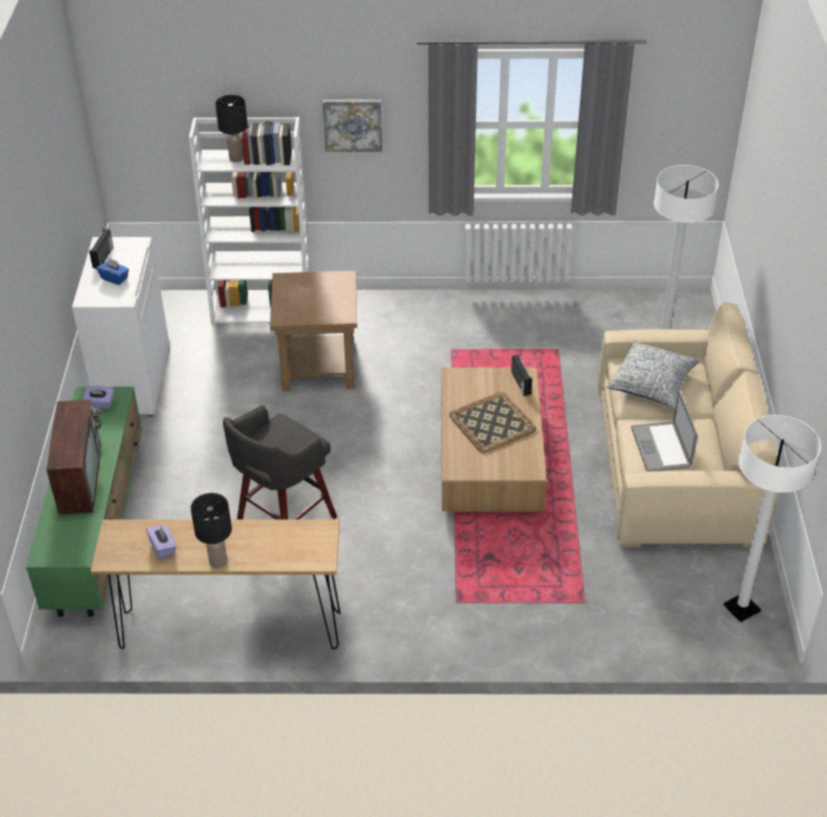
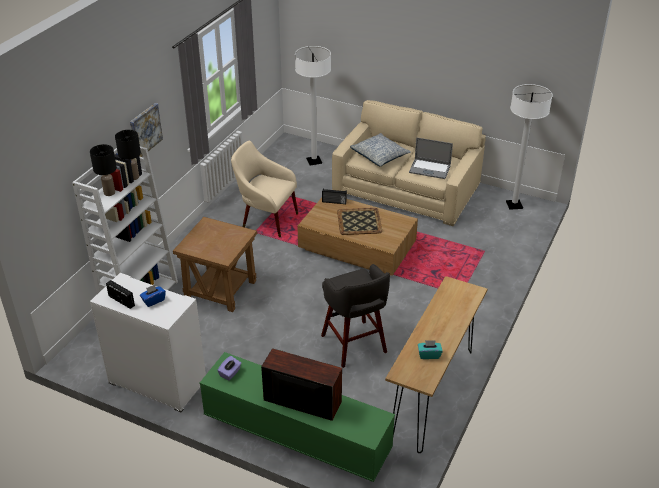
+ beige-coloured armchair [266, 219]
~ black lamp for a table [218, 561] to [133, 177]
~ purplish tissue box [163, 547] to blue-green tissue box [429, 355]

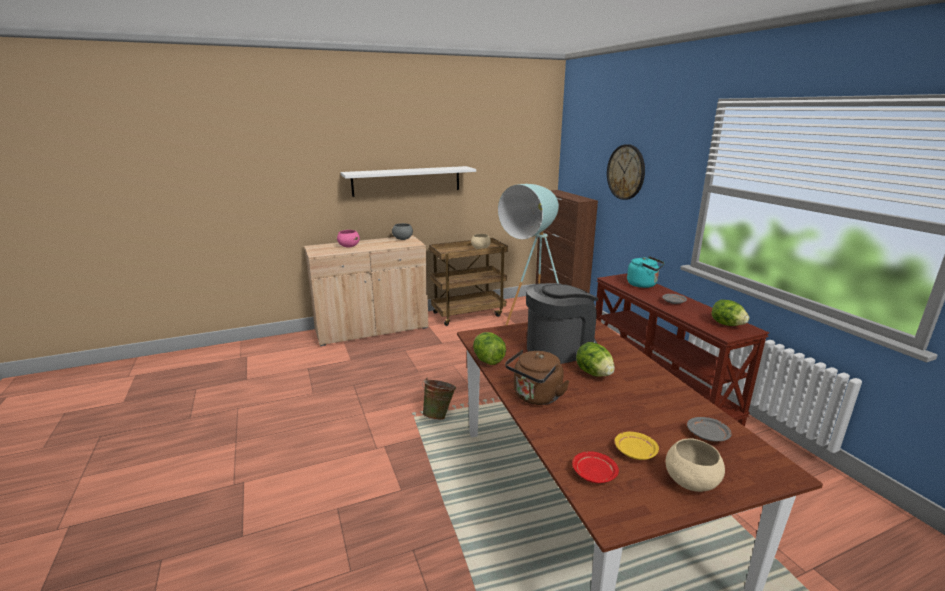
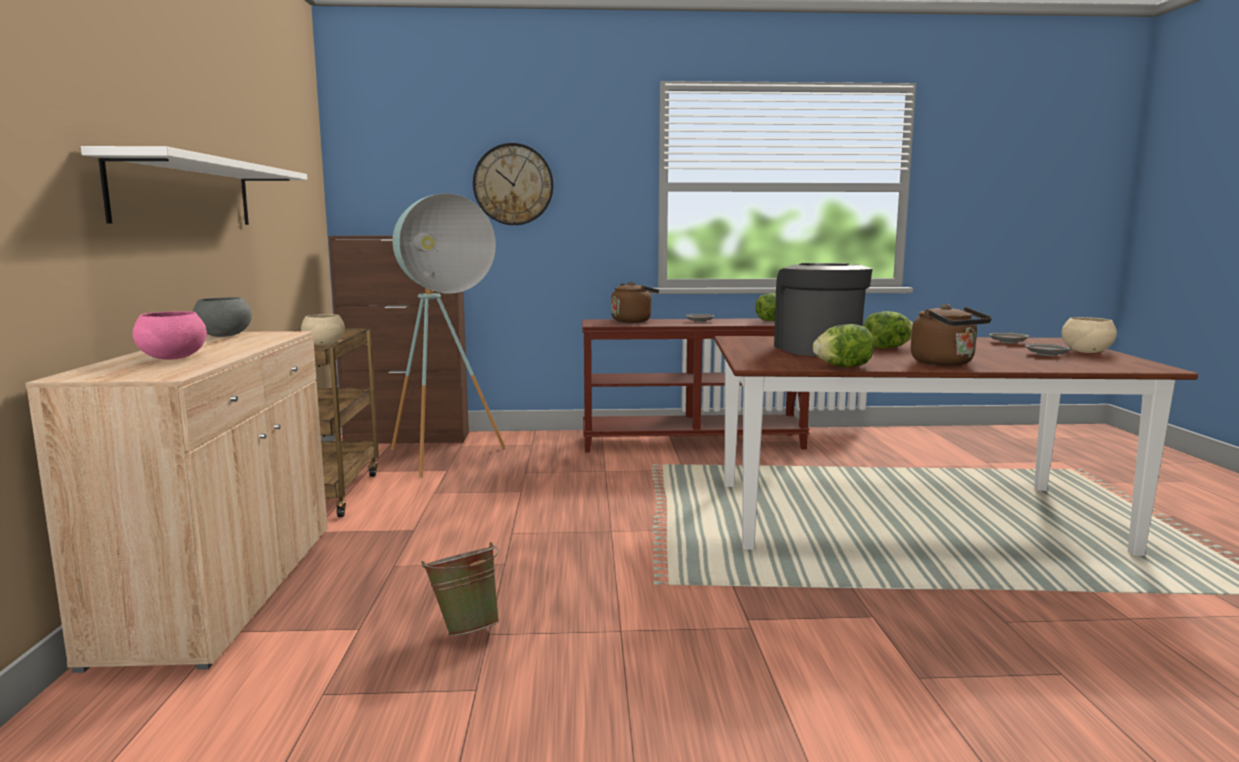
- reddish dinner plate [593, 473]
~ green-coloured pail [439, 415] to [465, 628]
~ yellow dinner plate [634, 452] to gray dinner plate [1046, 355]
~ blue-green water kettle [643, 285] to brown-coloured water kettle [633, 321]

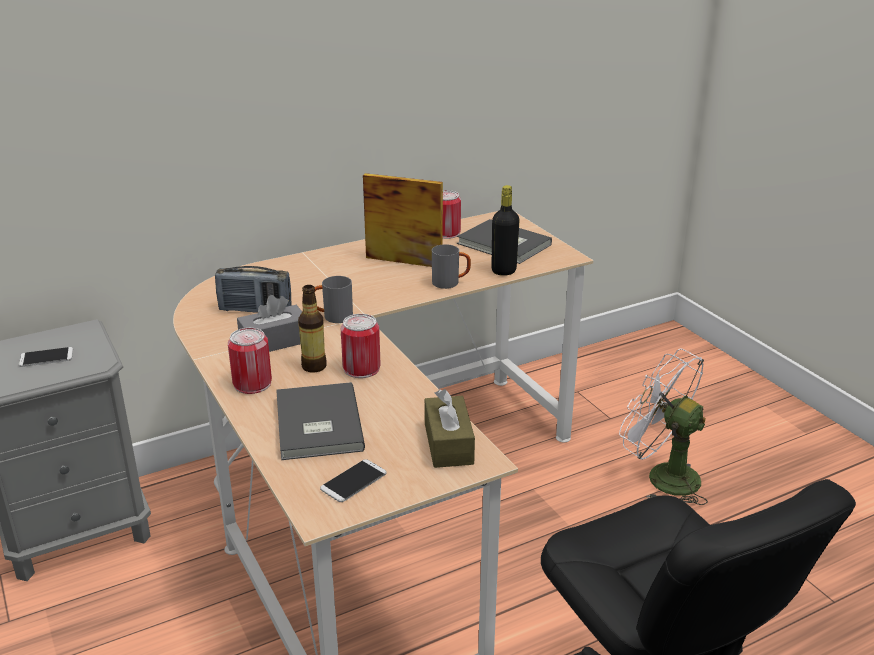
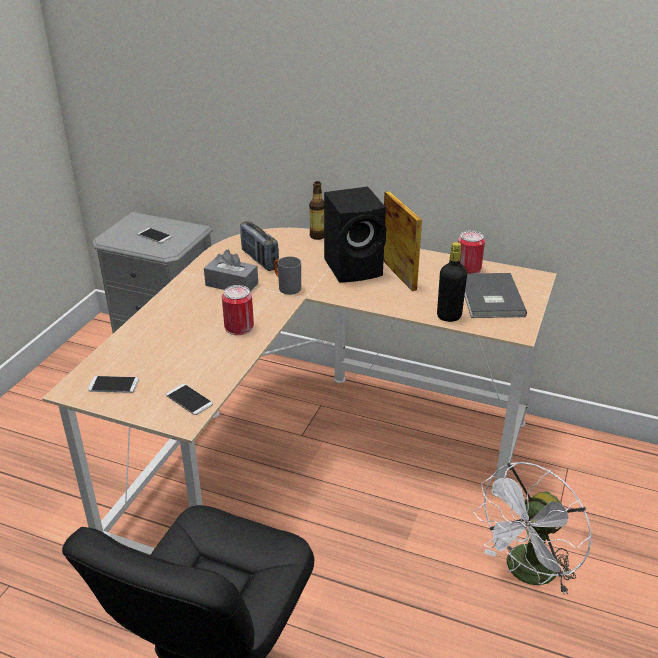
- sealed can [252, 383]
- gray volume [316, 425]
- gray tea mug [451, 283]
+ black speaker [355, 267]
~ bottle [314, 366] to [317, 236]
~ brown-coloured tissue box [448, 444] to telephone [189, 400]
~ white electric fan [662, 476] = [527, 574] 135 degrees counterclockwise

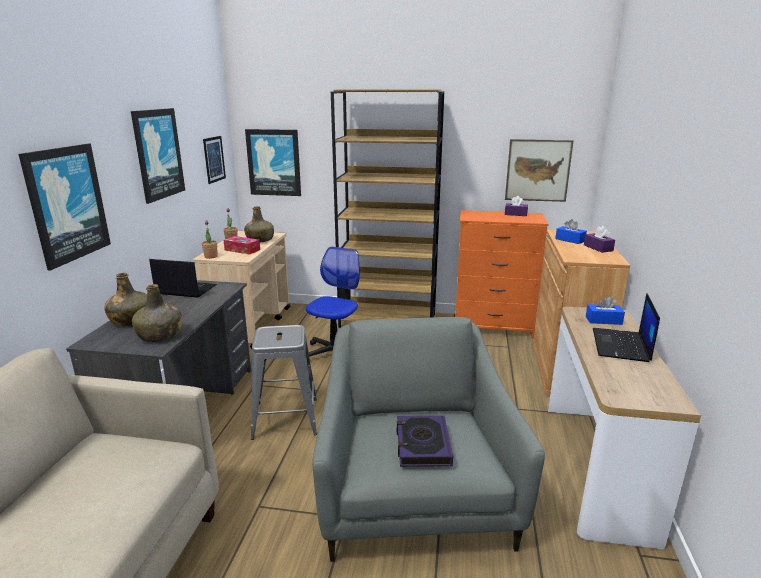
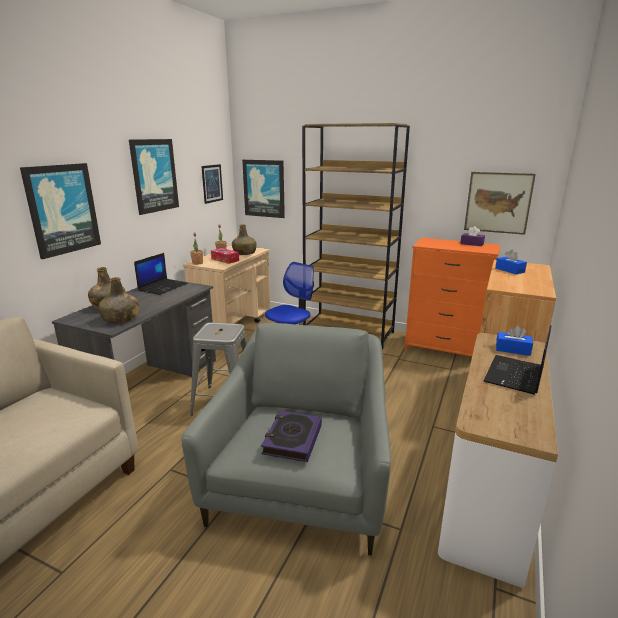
- purplish tissue box [598, 248]
~ notebook computer [185, 290] = [163, 287] 90 degrees clockwise

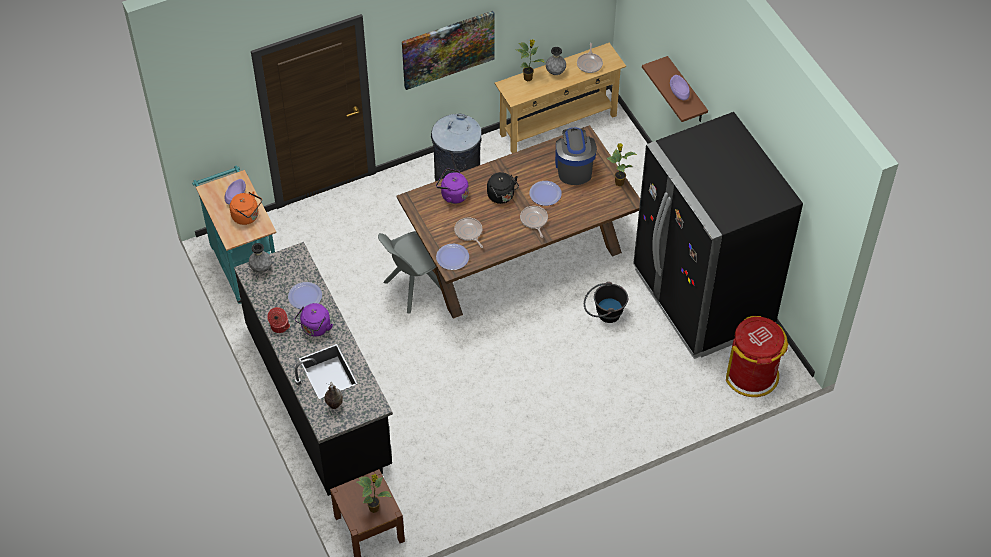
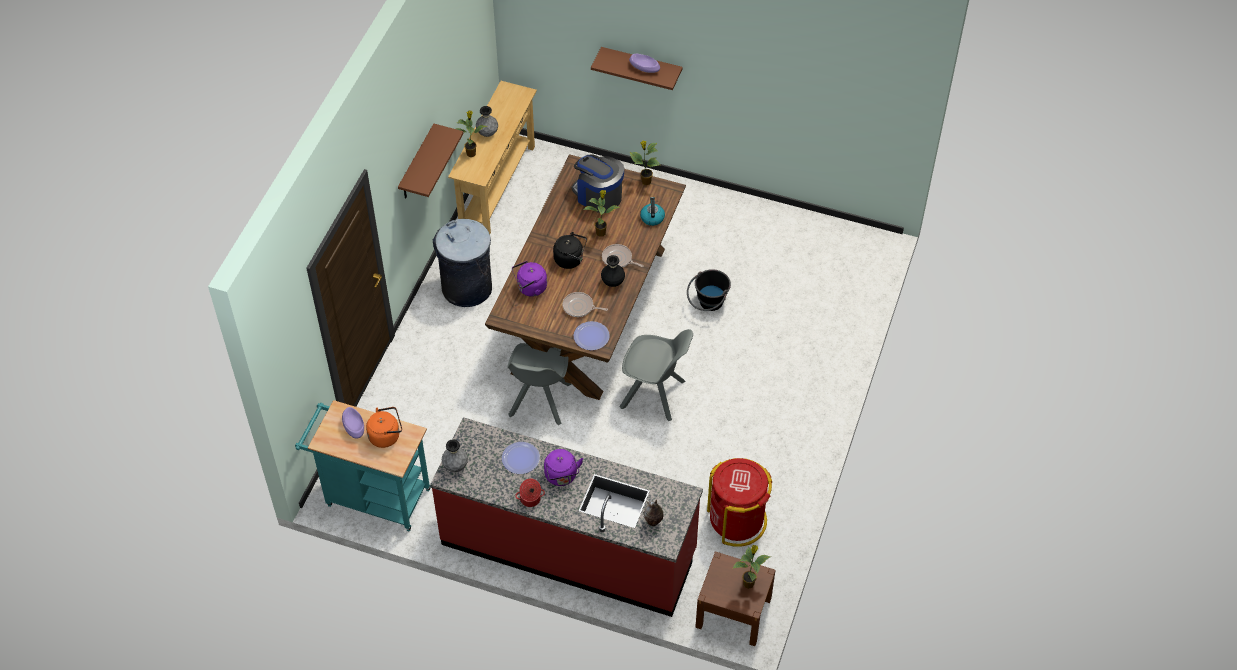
- skillet [590, 63]
- black kitchen fridge [702, 299]
+ black flower vase [613, 282]
+ gray chair [654, 395]
+ water kettle [652, 217]
~ reddish trash can [752, 375] to [737, 520]
~ picture [448, 49] to brown-coloured shelf [417, 164]
~ dinner plate [545, 194] to potted plant [601, 232]
~ black kitchen base unit [319, 396] to reddish kitchen base unit [569, 547]

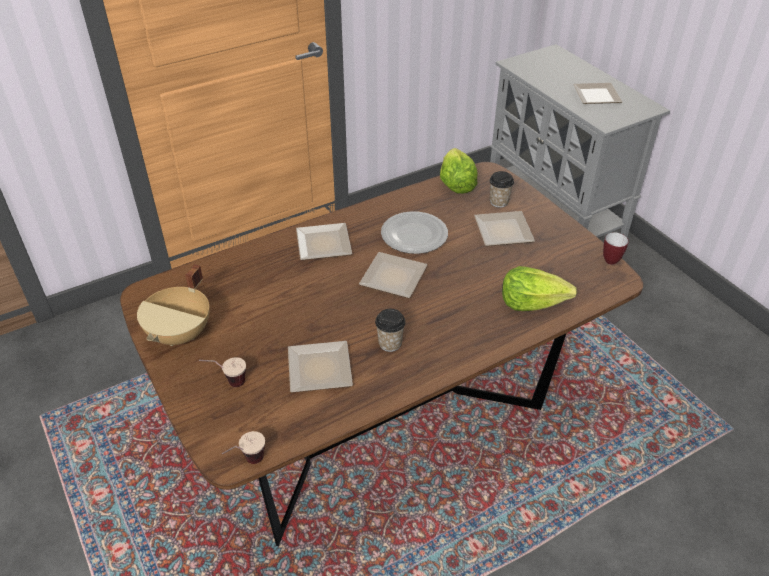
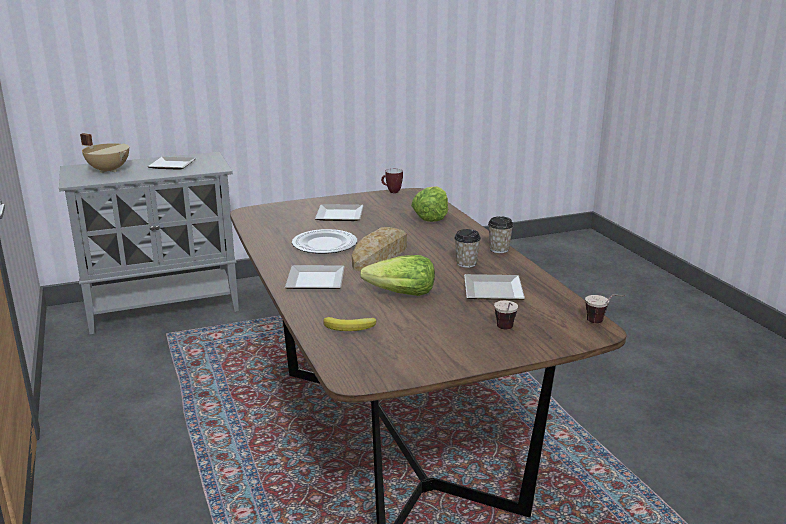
+ banana [351, 327]
~ beige-coloured stockpot [181, 334] to [109, 170]
~ lettuce [456, 183] to [401, 294]
~ cup [499, 202] to [499, 249]
~ dinner plate [396, 277] to baked bread [381, 255]

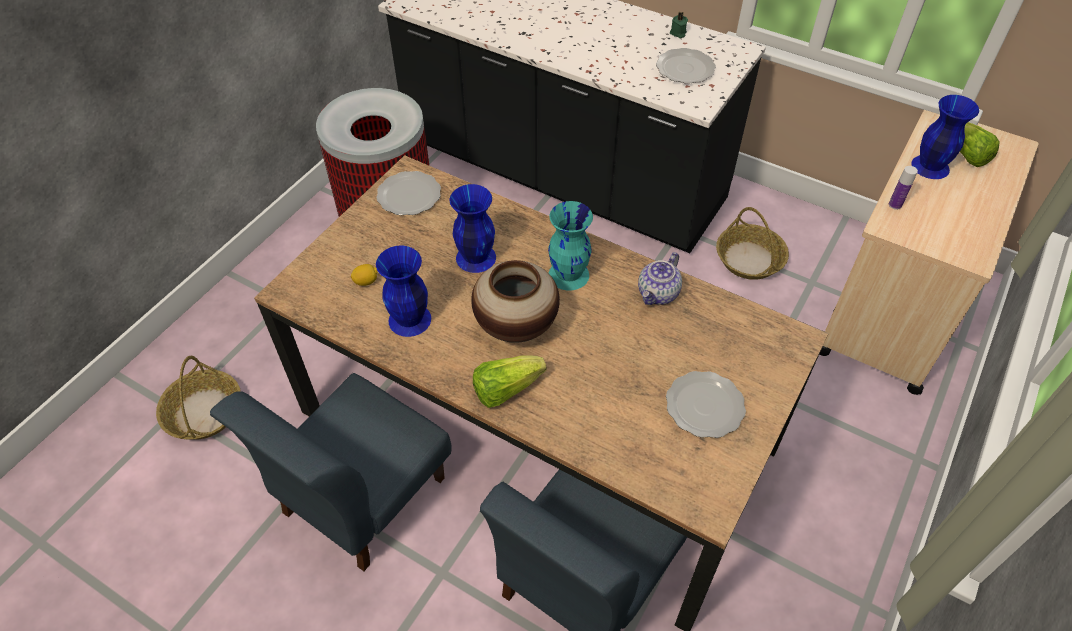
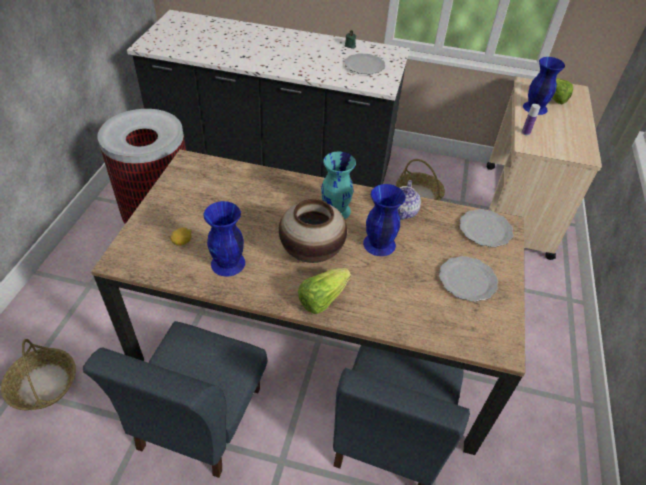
~ dinner plate [409, 195] to [485, 229]
~ blue-coloured flower vase [475, 257] to [378, 244]

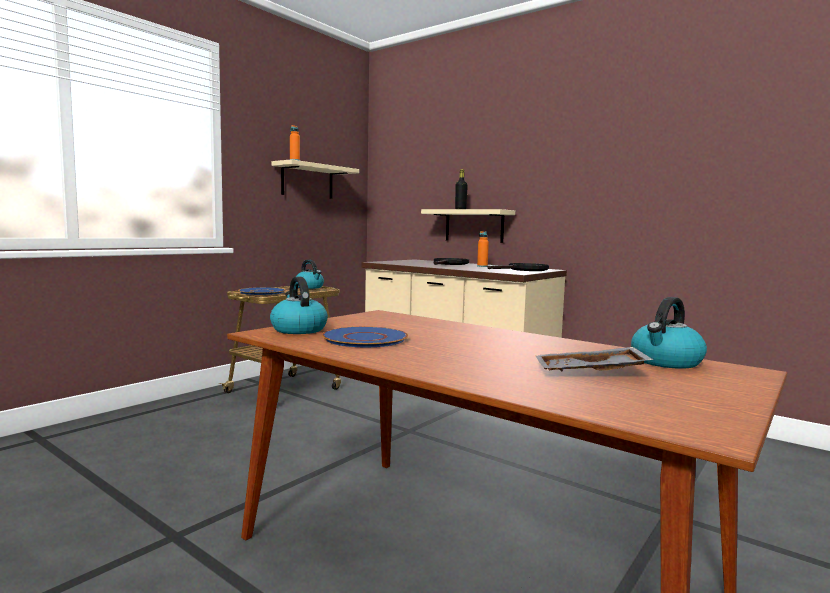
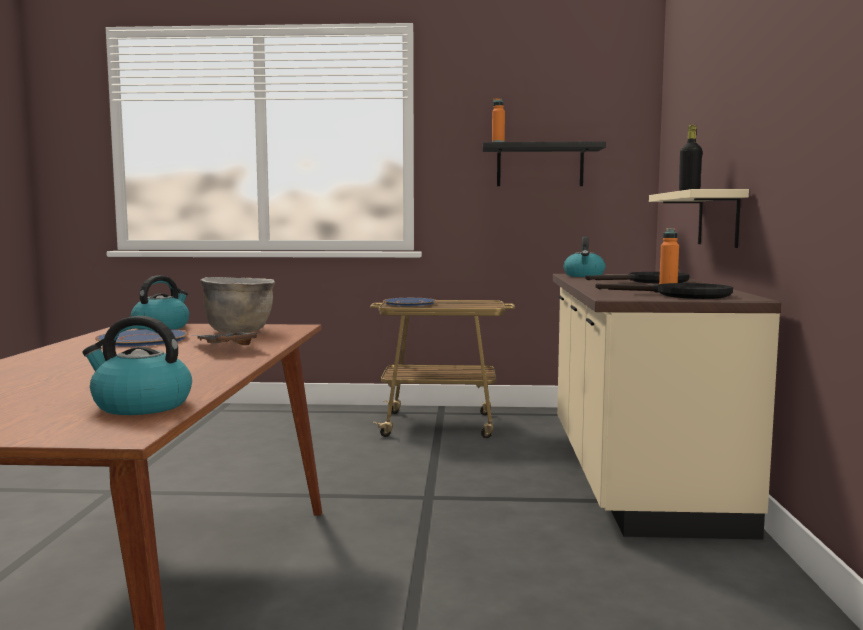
+ brown-coloured stockpot [239, 331]
~ water kettle [309, 287] to [584, 276]
~ gray tray [590, 373] to [224, 347]
~ beige-coloured shelf [307, 181] to black shelf [540, 166]

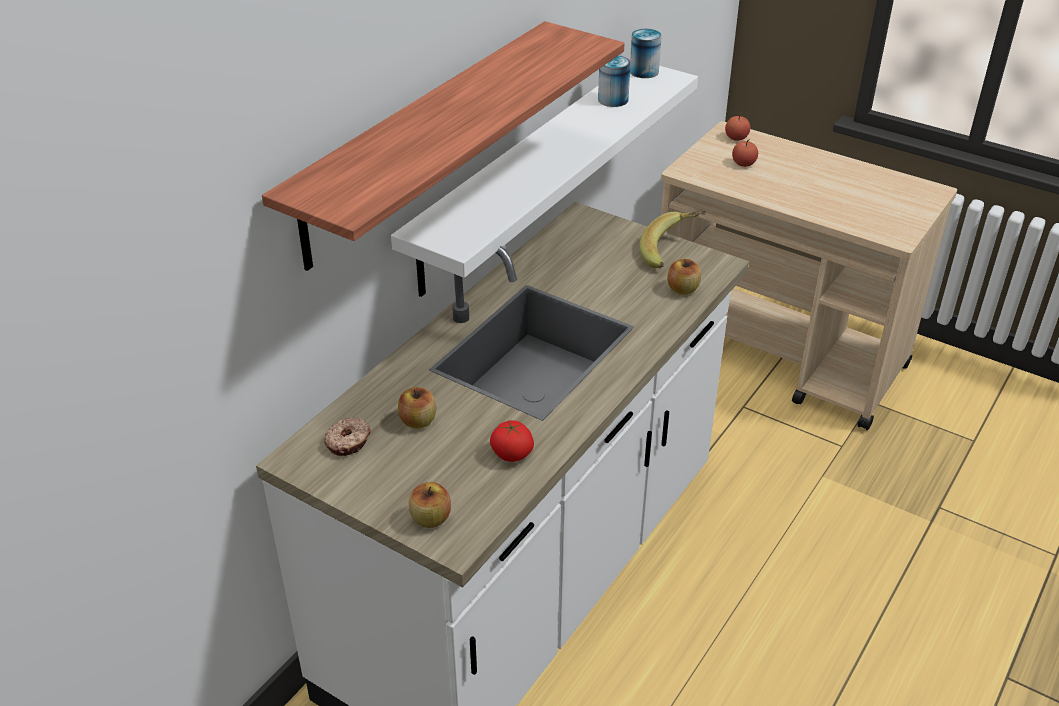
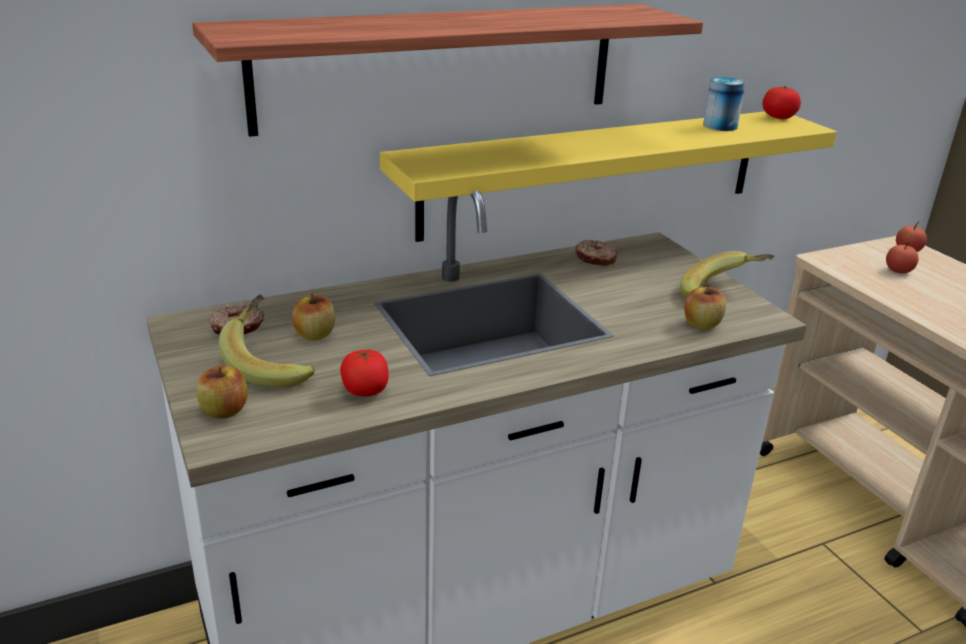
+ banana [272, 363]
+ doughnut [595, 259]
~ sealed can [644, 71] to tomato [778, 117]
~ white shelf [527, 173] to yellow shelf [595, 172]

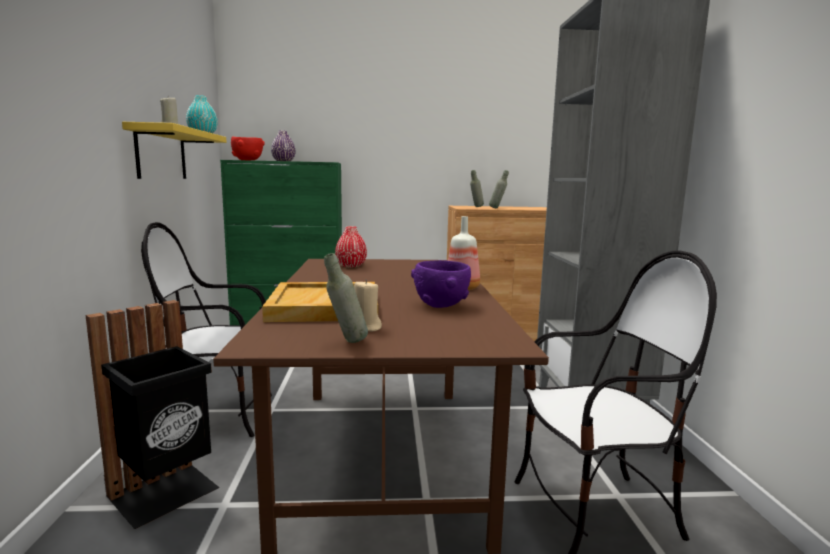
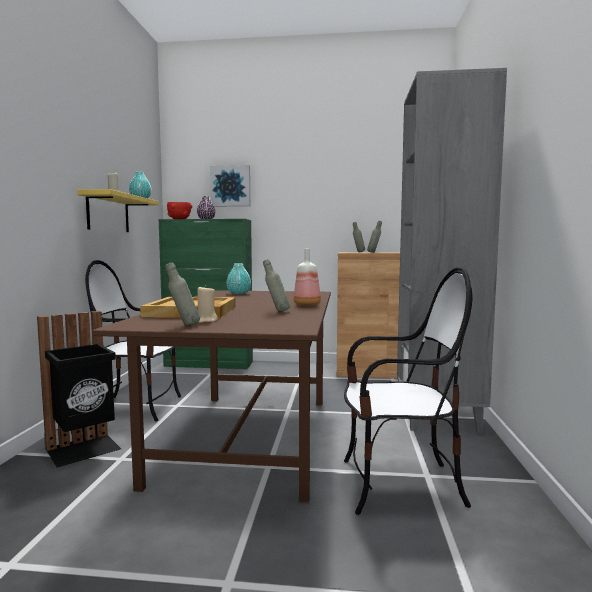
+ picture [230, 186]
~ purplish bowl [440, 305] to gray bottle [276, 312]
~ reddish flower vase [351, 266] to blue-green flower vase [239, 293]

